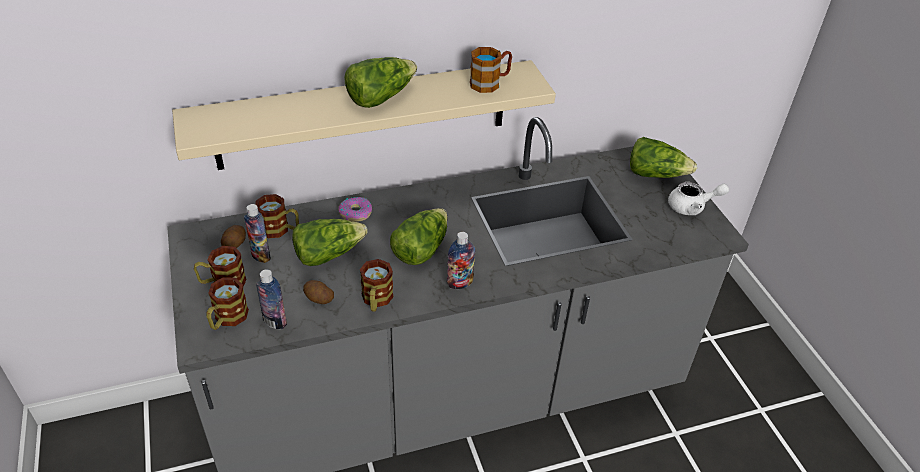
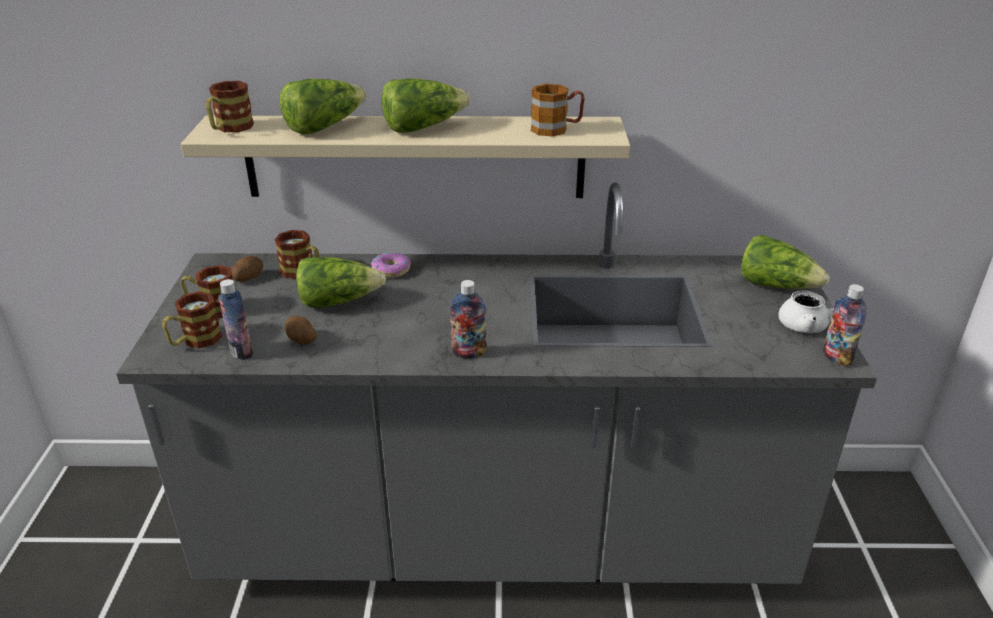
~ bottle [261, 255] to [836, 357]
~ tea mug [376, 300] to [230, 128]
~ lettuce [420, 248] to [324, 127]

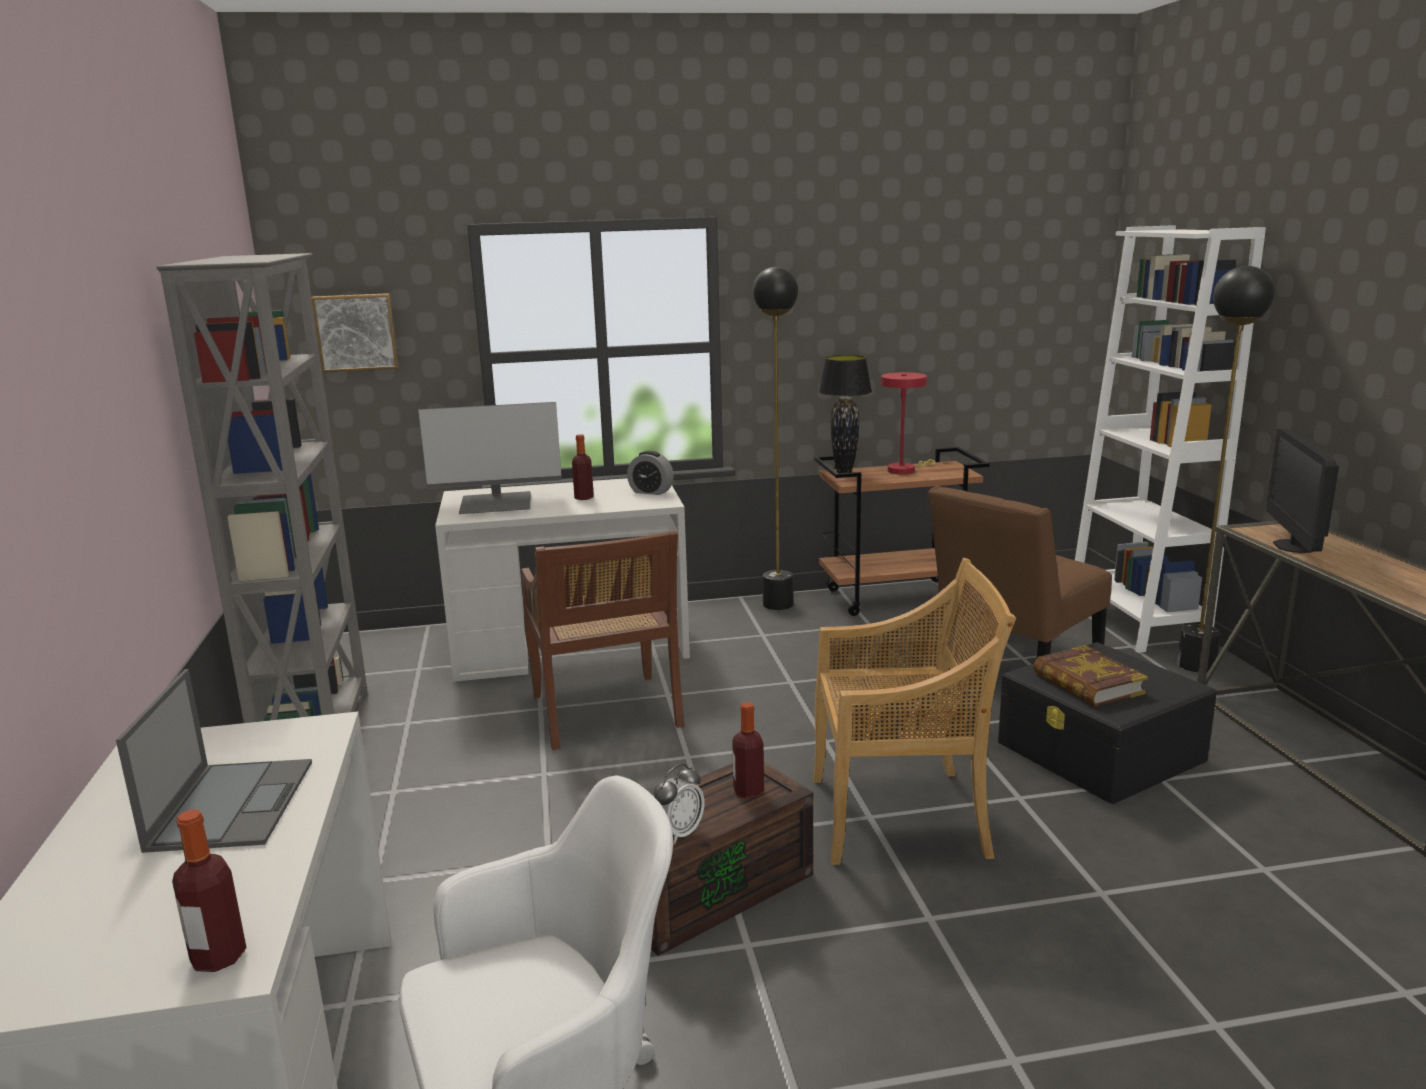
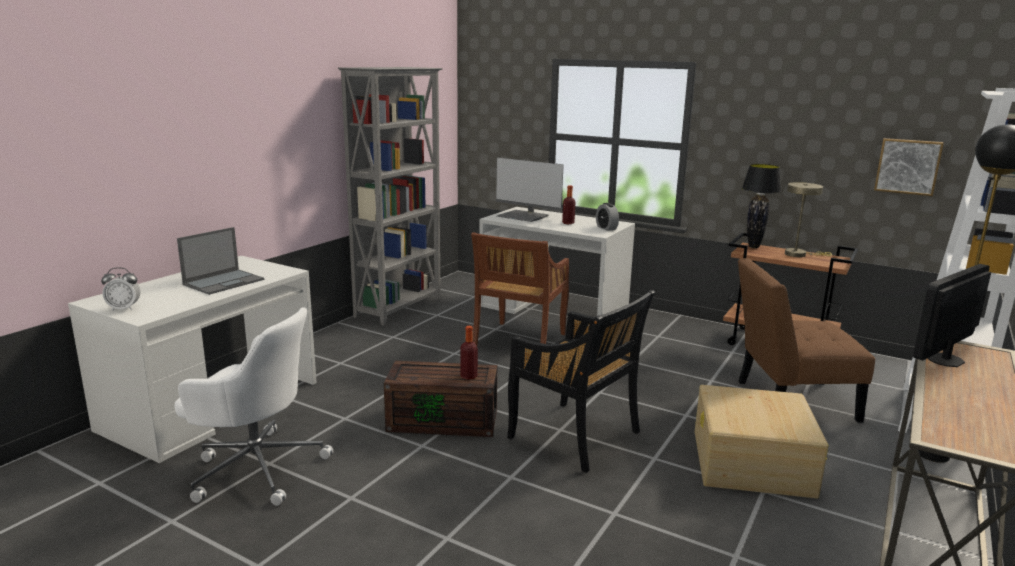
- bottle [218, 957]
- black standing lamp [778, 605]
- volume [1087, 684]
~ picture [356, 332] to [908, 166]
~ table clock [678, 833] to [124, 309]
~ beige-coloured chair [901, 816] to black chair [576, 436]
~ reddish lamp for a table [904, 470] to beige-coloured lamp for a table [799, 254]
~ black storage container [1101, 751] to beige-coloured storage container [751, 462]

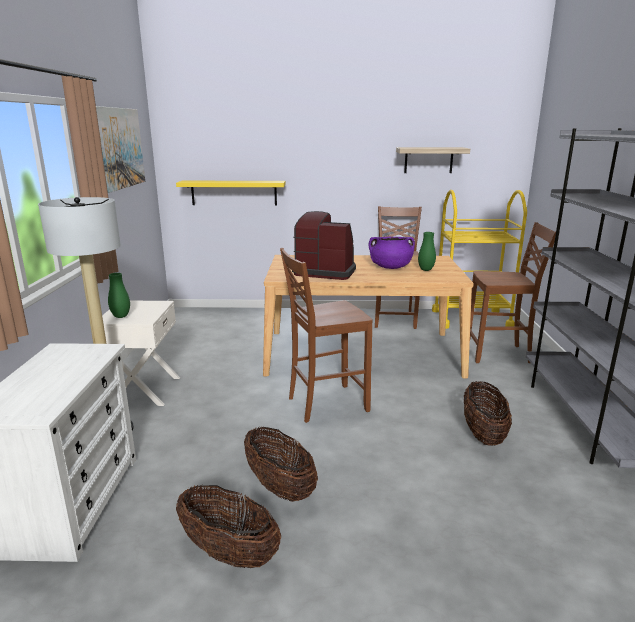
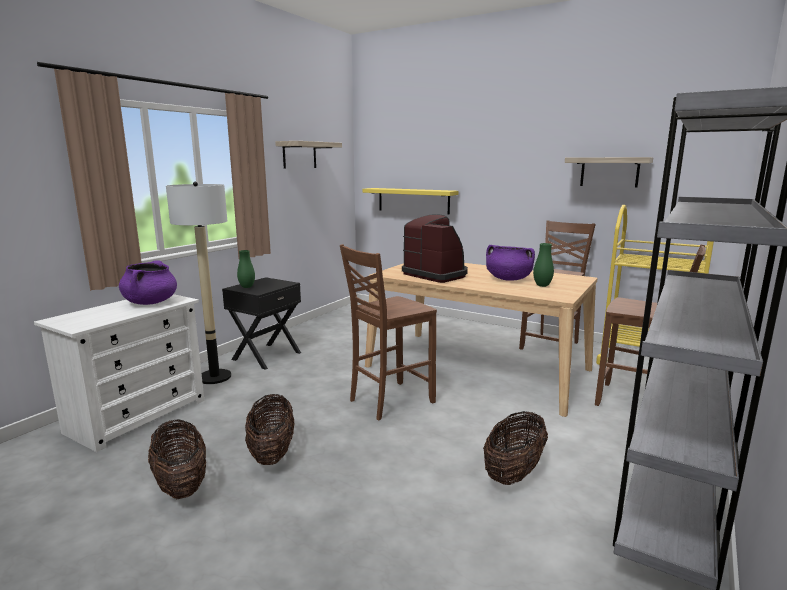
+ purplish stockpot [151, 302]
~ picture [117, 148] to shelf [299, 155]
~ white bedside table [144, 390] to black bedside table [266, 356]
~ brown-coloured chair [325, 404] = [389, 401] 45 degrees counterclockwise

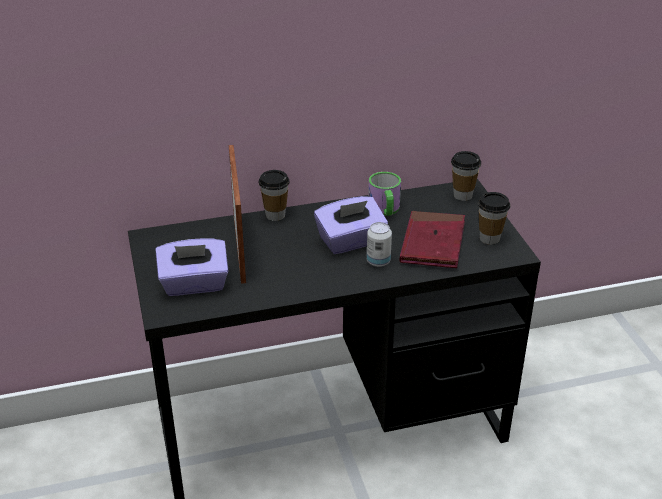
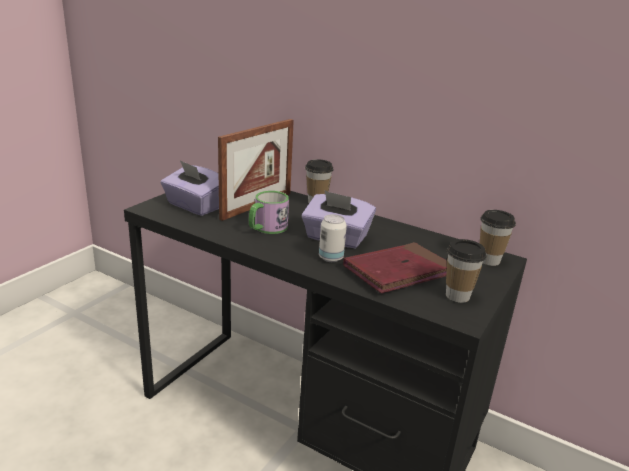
~ tea mug [385, 210] to [266, 228]

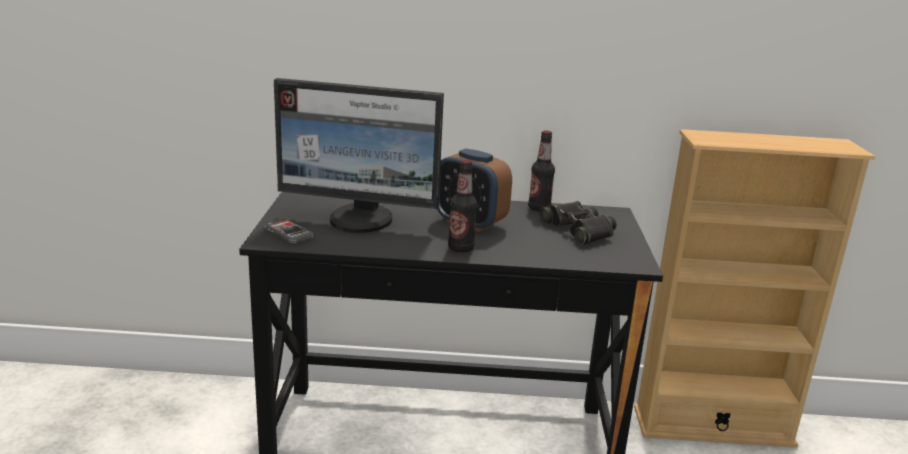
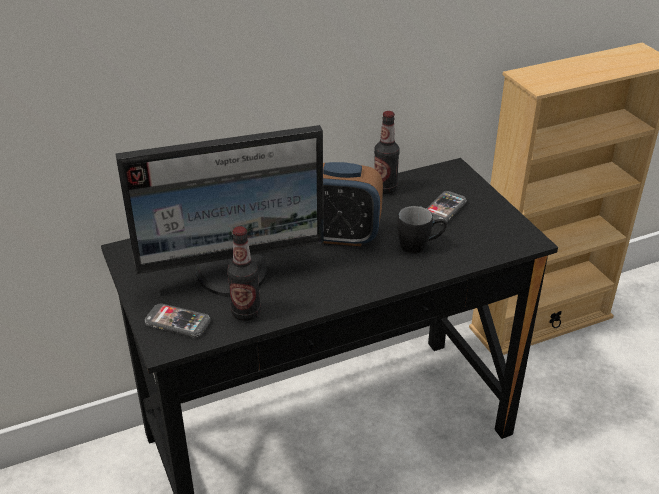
+ black tea mug [420, 246]
~ bottle [461, 248] to [246, 313]
~ black pair of binoculars [578, 230] to telephone [444, 209]

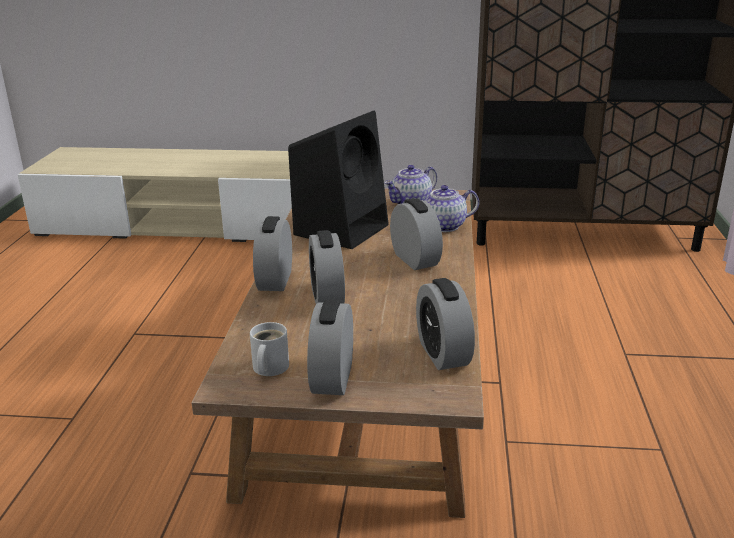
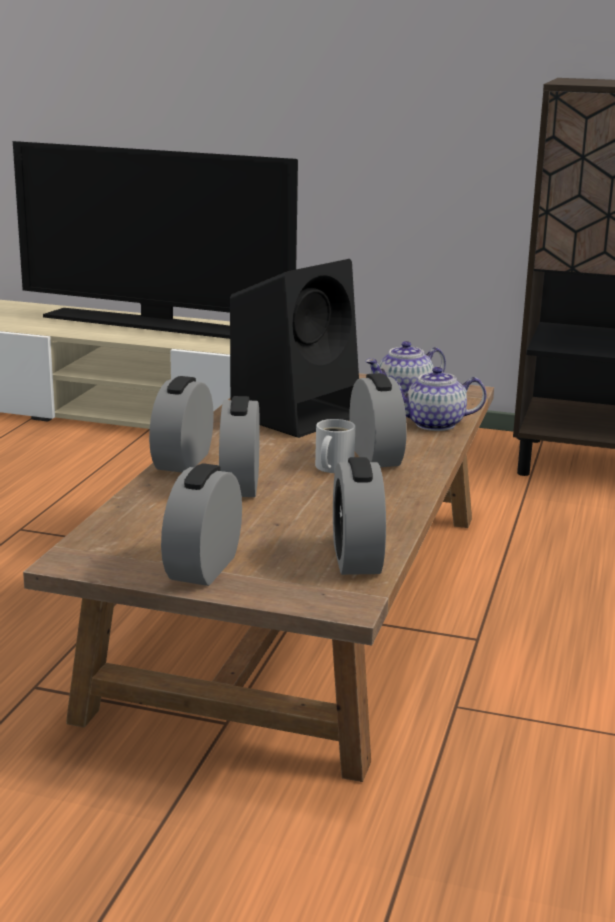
+ TV [159, 326]
~ white tea mug [268, 368] to [331, 467]

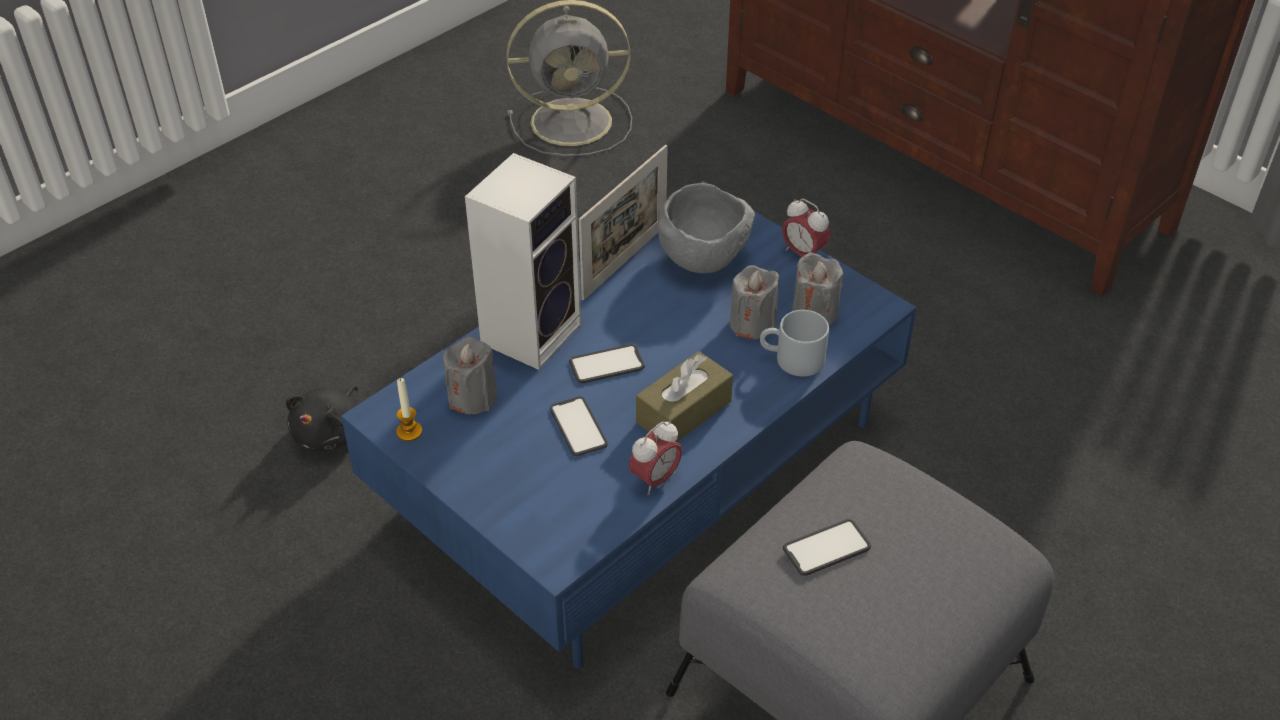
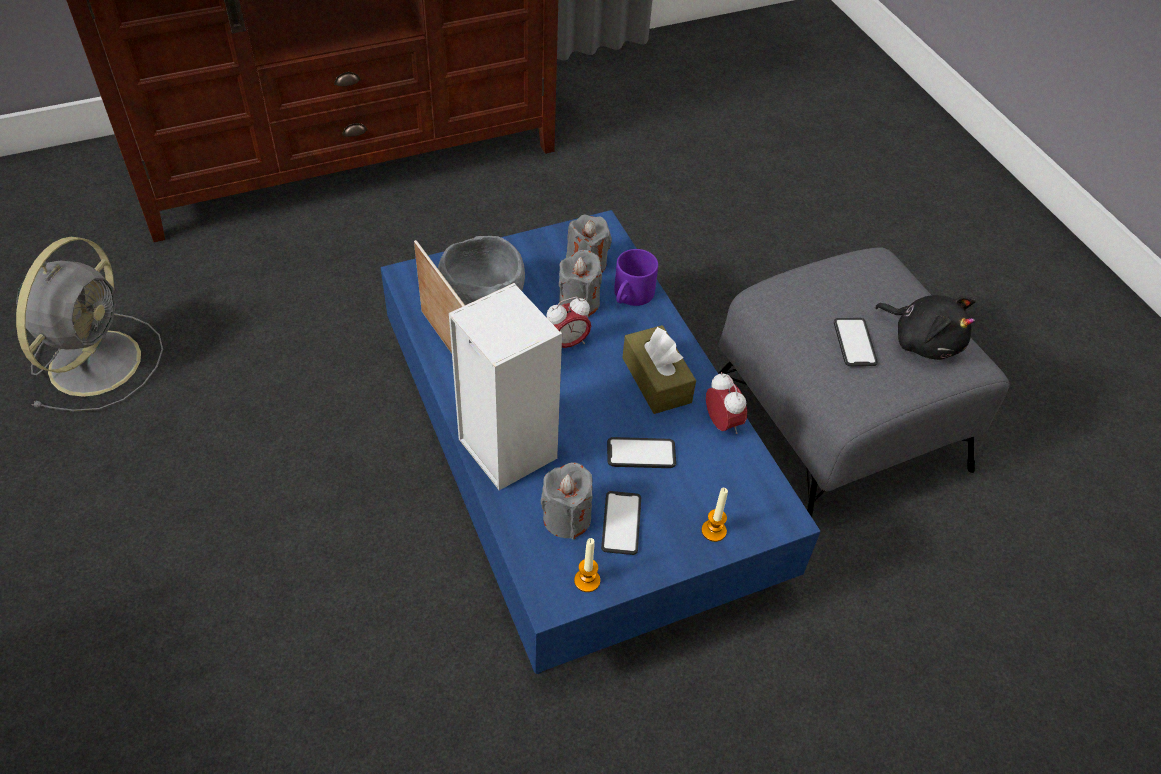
+ wax candle [713, 531]
~ black plush toy [331, 433] to [923, 340]
~ telephone [606, 365] to [621, 523]
~ table clock [803, 253] to [567, 343]
~ gray tea mug [791, 359] to purplish tea mug [631, 296]

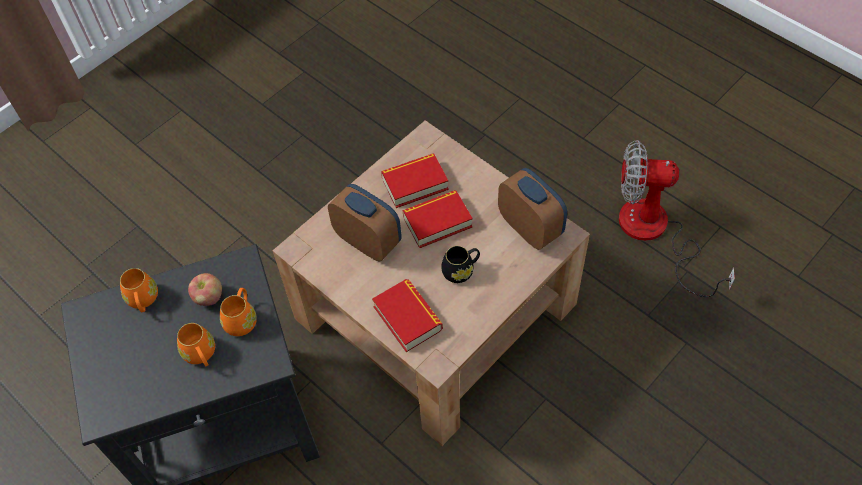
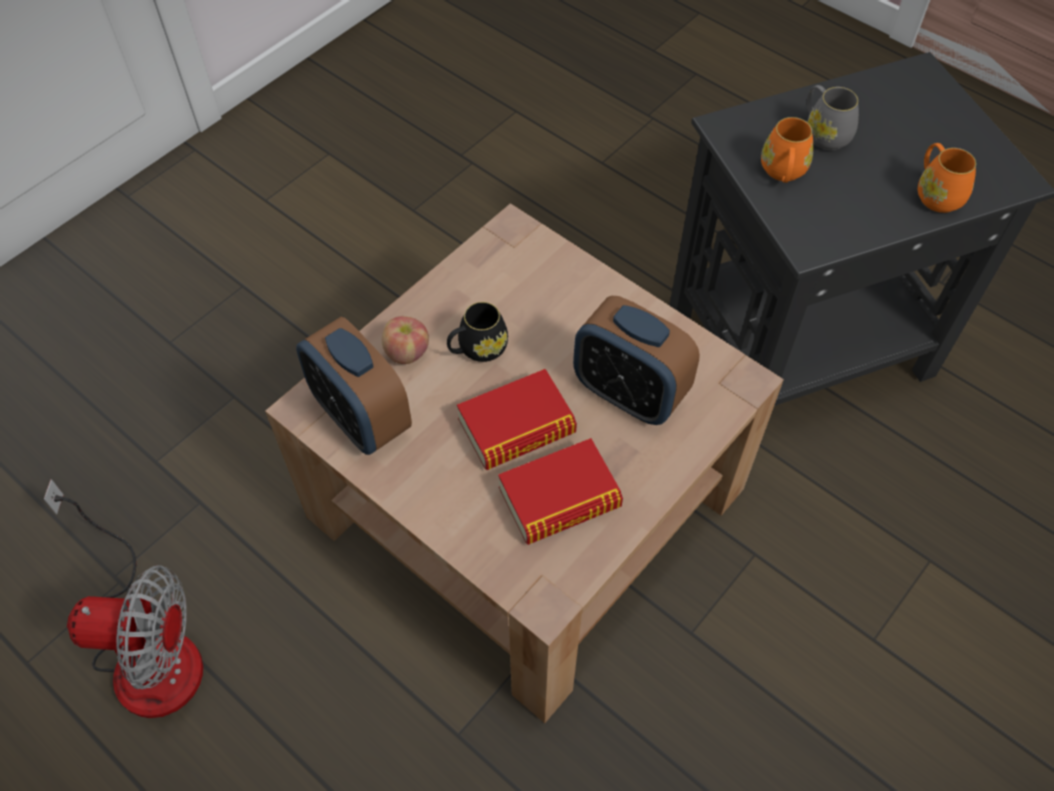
- volume [407, 318]
~ apple fruit [209, 297] to [406, 352]
~ orange tea mug [201, 355] to gray tea mug [823, 133]

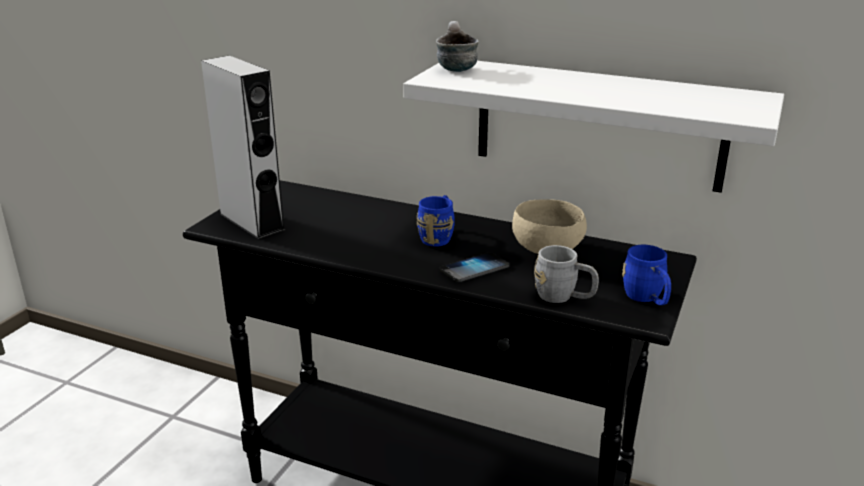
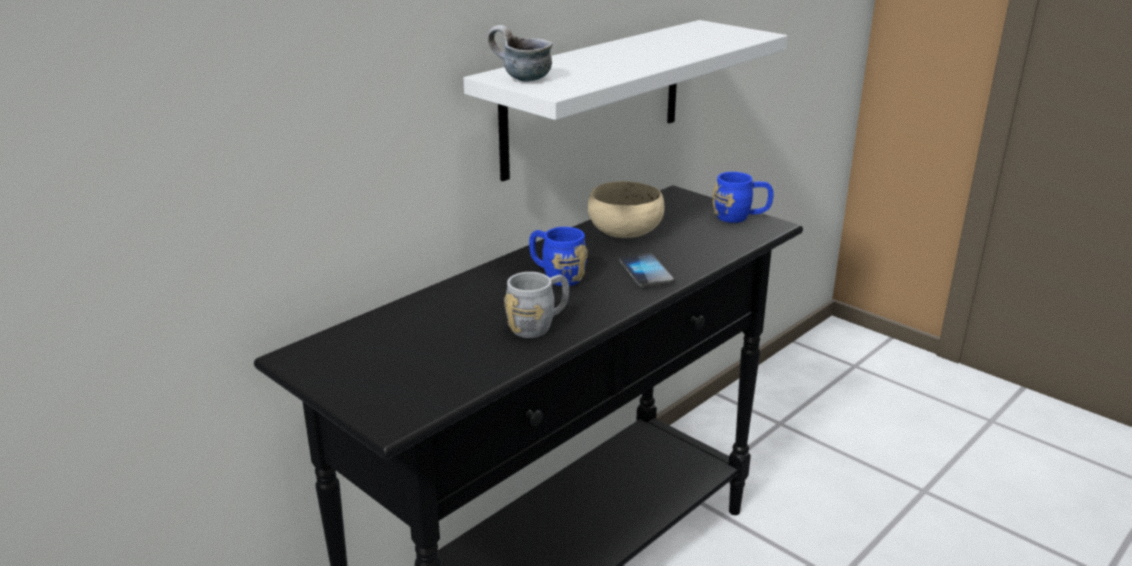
- gray speaker [251, 221]
~ gray tea mug [564, 297] to [539, 325]

